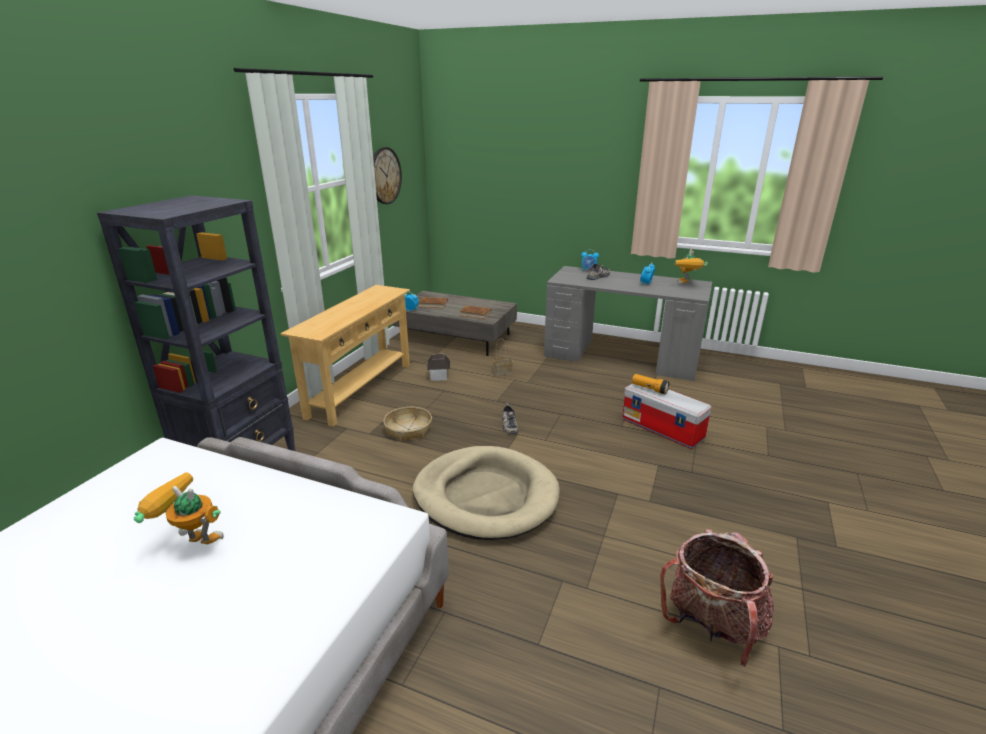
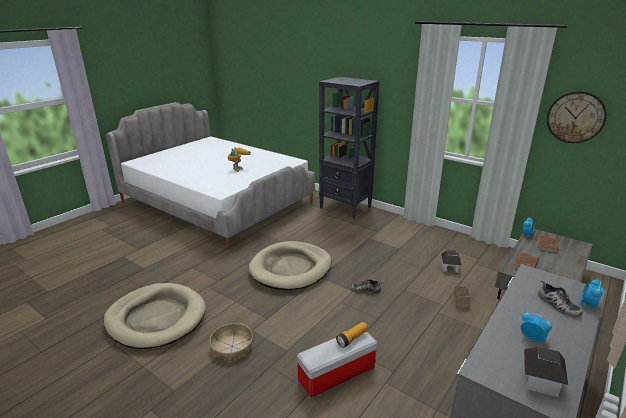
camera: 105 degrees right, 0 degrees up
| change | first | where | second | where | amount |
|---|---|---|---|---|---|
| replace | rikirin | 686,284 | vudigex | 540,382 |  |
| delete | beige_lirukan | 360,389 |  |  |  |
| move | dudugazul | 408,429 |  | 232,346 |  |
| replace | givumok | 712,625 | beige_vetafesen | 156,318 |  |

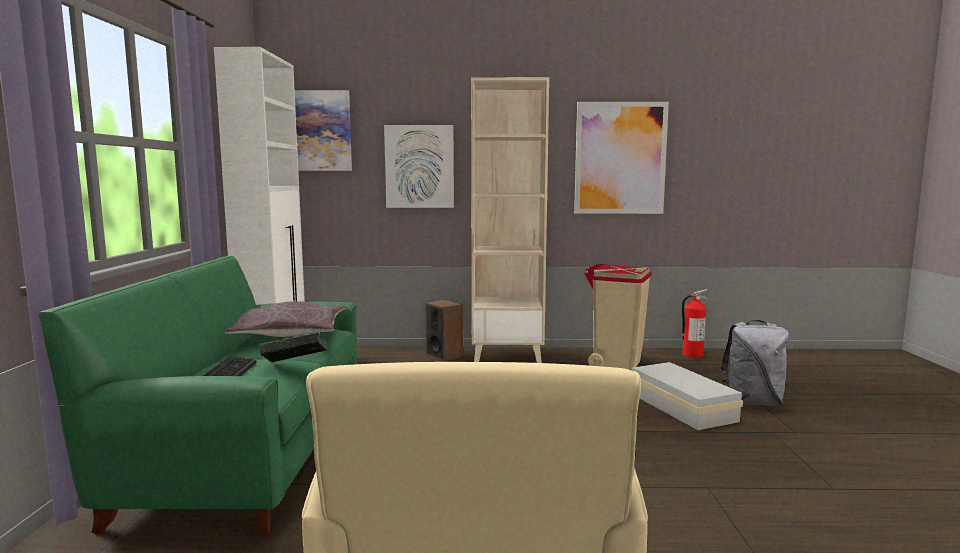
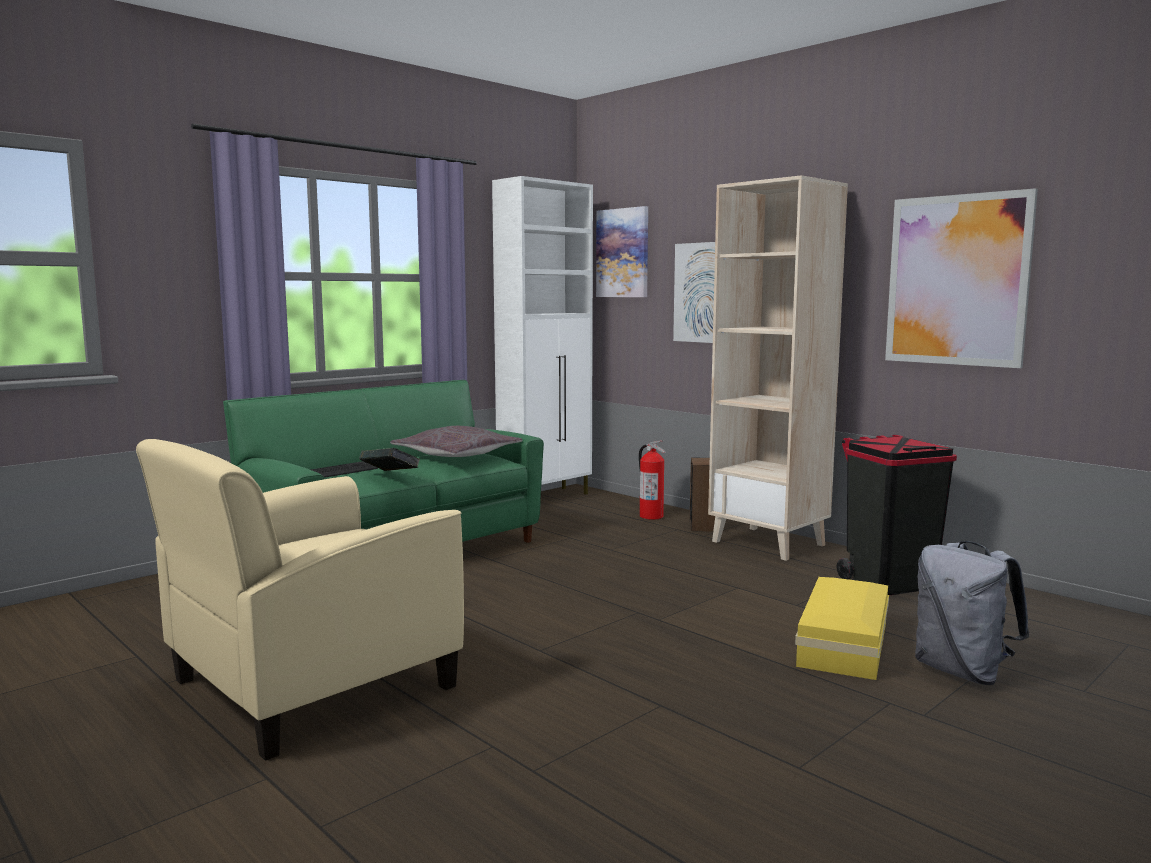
camera: 45 degrees right, 0 degrees up
| change | first | where | second | where | amount |
|---|---|---|---|---|---|
| recolor | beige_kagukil | 616,363 | black_kagukil | 888,582 |  |
| move | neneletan | 692,354 |  | 651,516 |  |
| recolor | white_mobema | 681,406 | yellow_mobema | 846,642 |  |

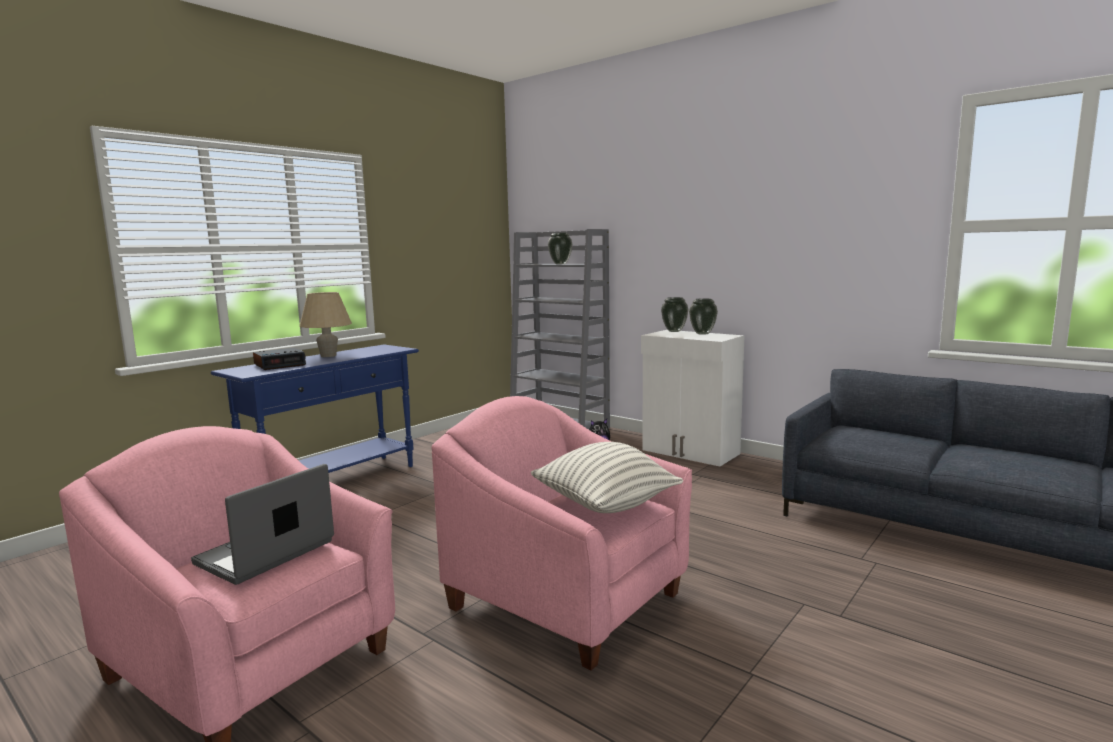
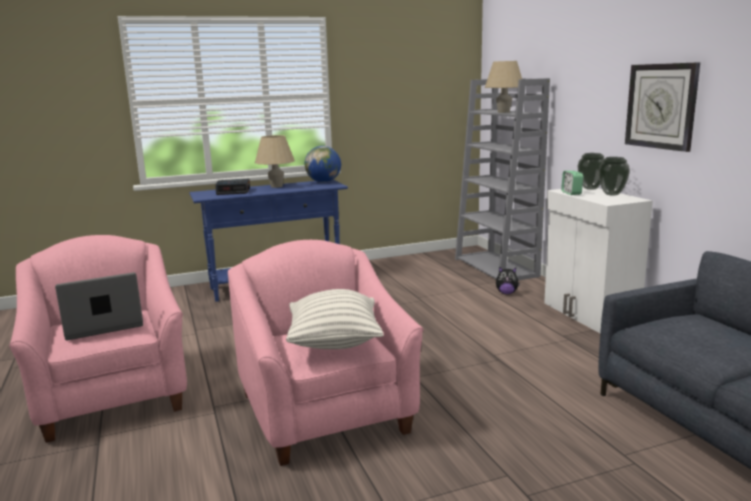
camera: 30 degrees right, 5 degrees up
| change | first | where | second | where | amount |
|---|---|---|---|---|---|
| replace | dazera | 560,264 | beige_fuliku | 503,112 |  |
| insert |  |  | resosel | 661,106 |  |
| insert |  |  | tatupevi | 324,182 |  |
| insert |  |  | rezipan | 571,193 |  |

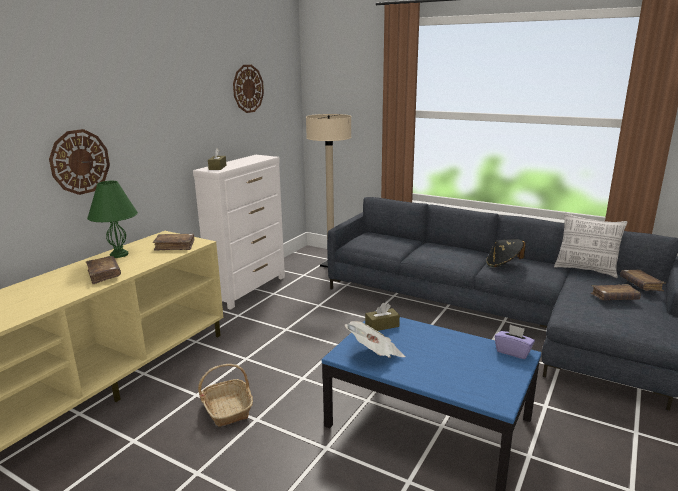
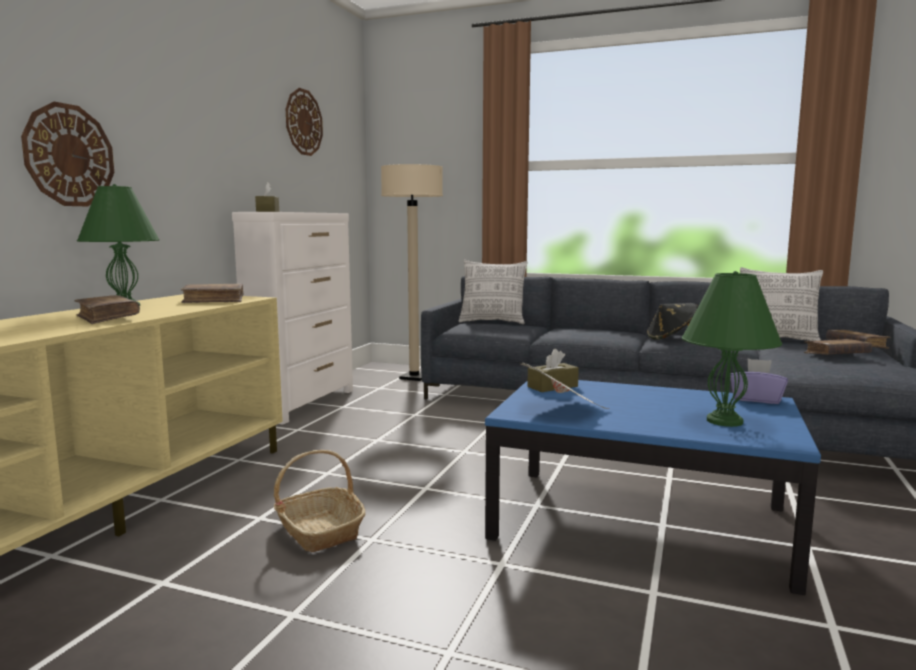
camera: 10 degrees left, 10 degrees down
| change | first | where | second | where | amount |
|---|---|---|---|---|---|
| insert |  |  | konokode | 492,322 |  |
| insert |  |  | green_fuliku | 725,421 |  |

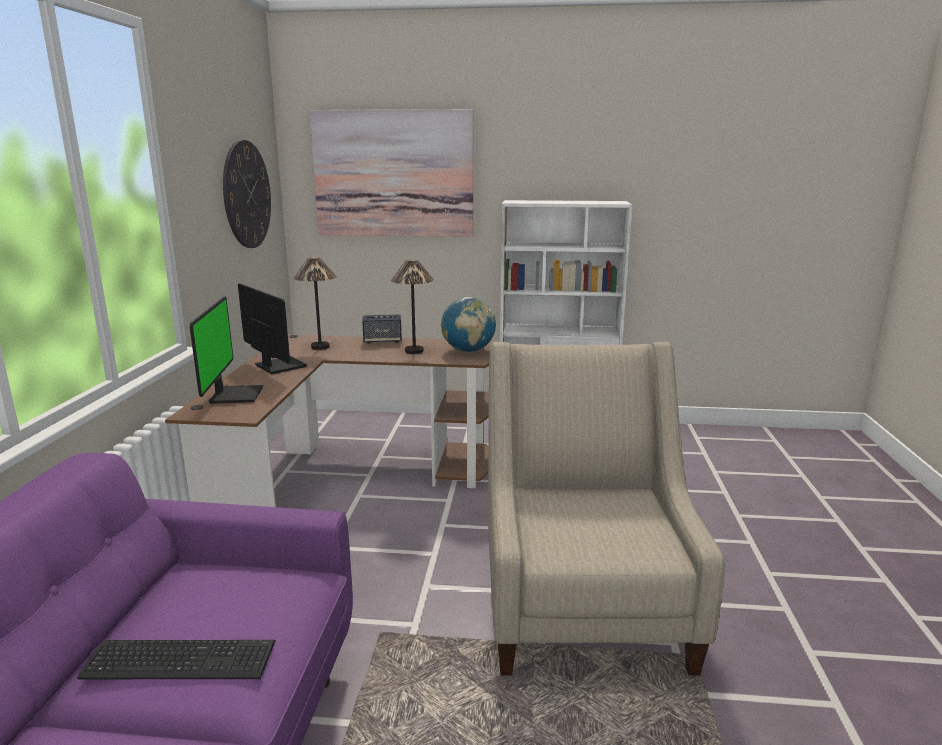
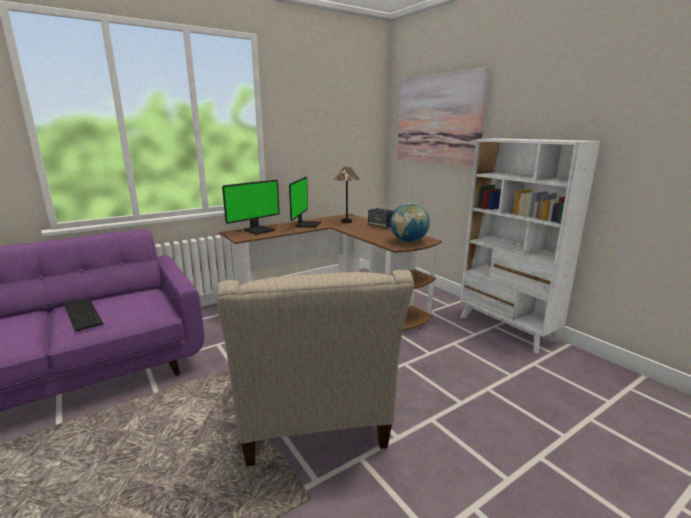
camera: 50 degrees right, 0 degrees up
| change | first | where | second | where | amount |
|---|---|---|---|---|---|
| delete | resosel | 247,195 |  |  |  |
| delete | fuliku | 414,351 |  |  |  |
| rotate | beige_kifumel | 583,607 |  | 314,425 | 120 degrees clockwise |

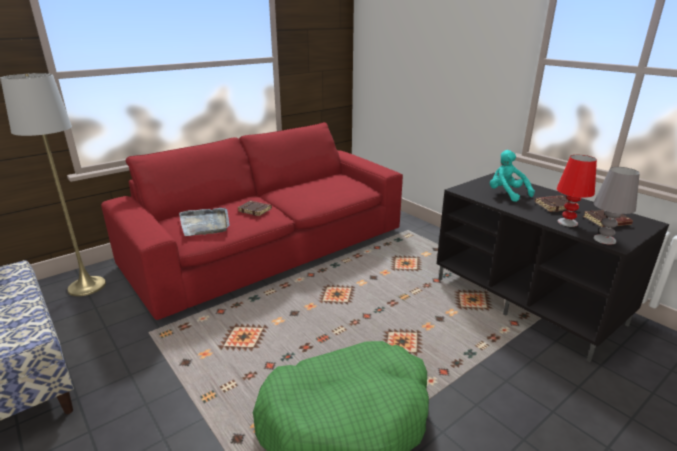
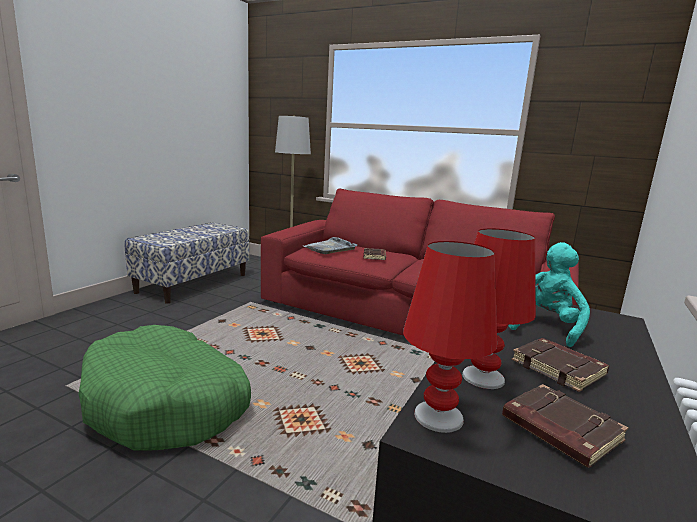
camera: 65 degrees right, 10 degrees down
| change | first | where | second | where | amount |
|---|---|---|---|---|---|
| recolor | grey_fuliku | 604,239 | red_fuliku | 438,416 |  |

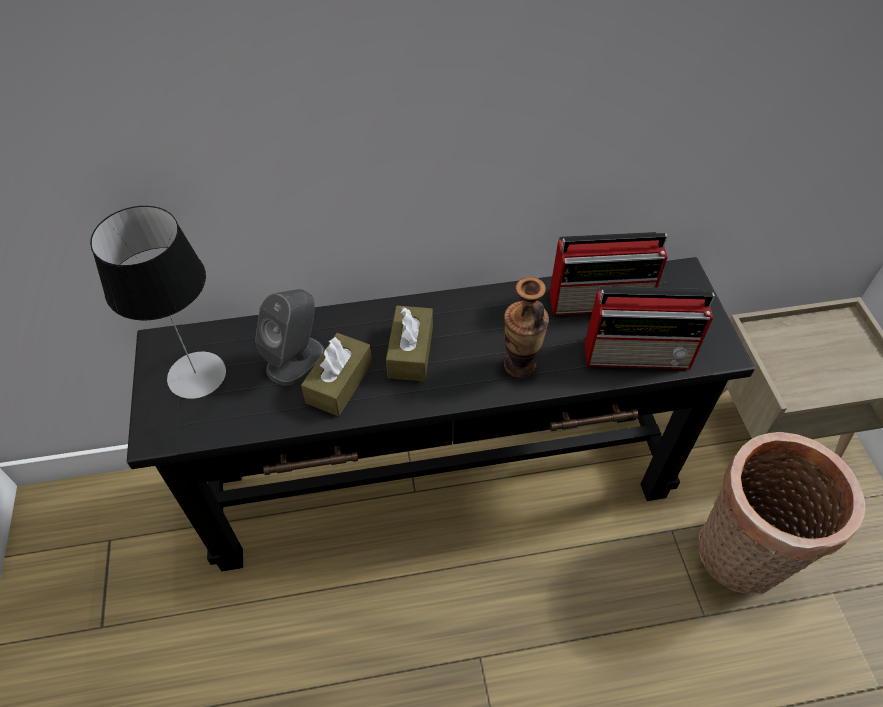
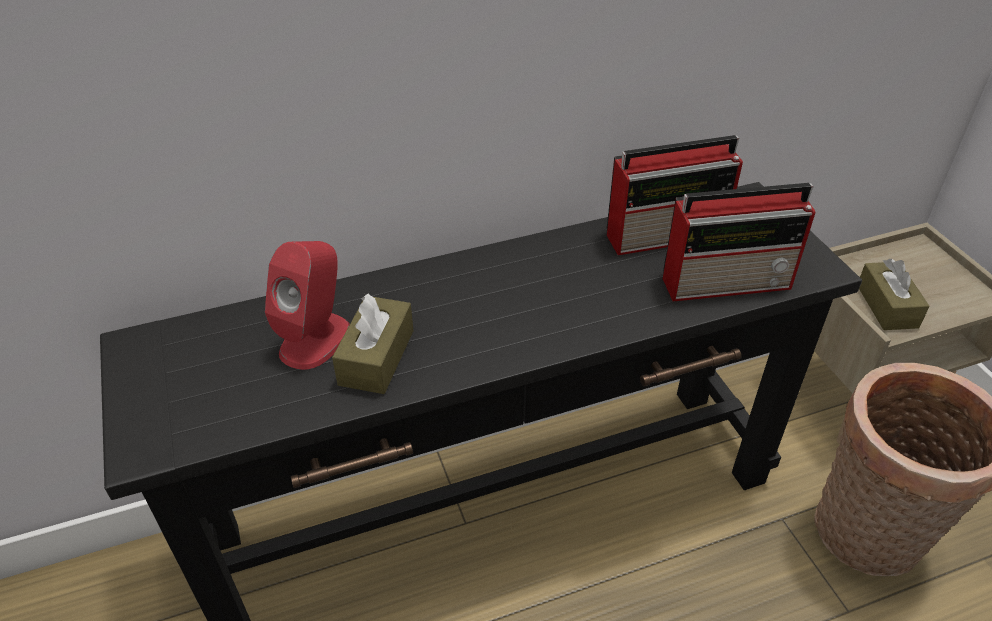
camera: 10 degrees left, 10 degrees down
| change | first | where | second | where | amount |
|---|---|---|---|---|---|
| delete | fuliku | 196,375 |  |  |  |
| delete | dazera | 520,365 |  |  |  |
| recolor | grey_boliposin | 296,360 | red_boliposin | 316,339 |  |
| move | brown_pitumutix | 410,352 |  | 887,306 |  |

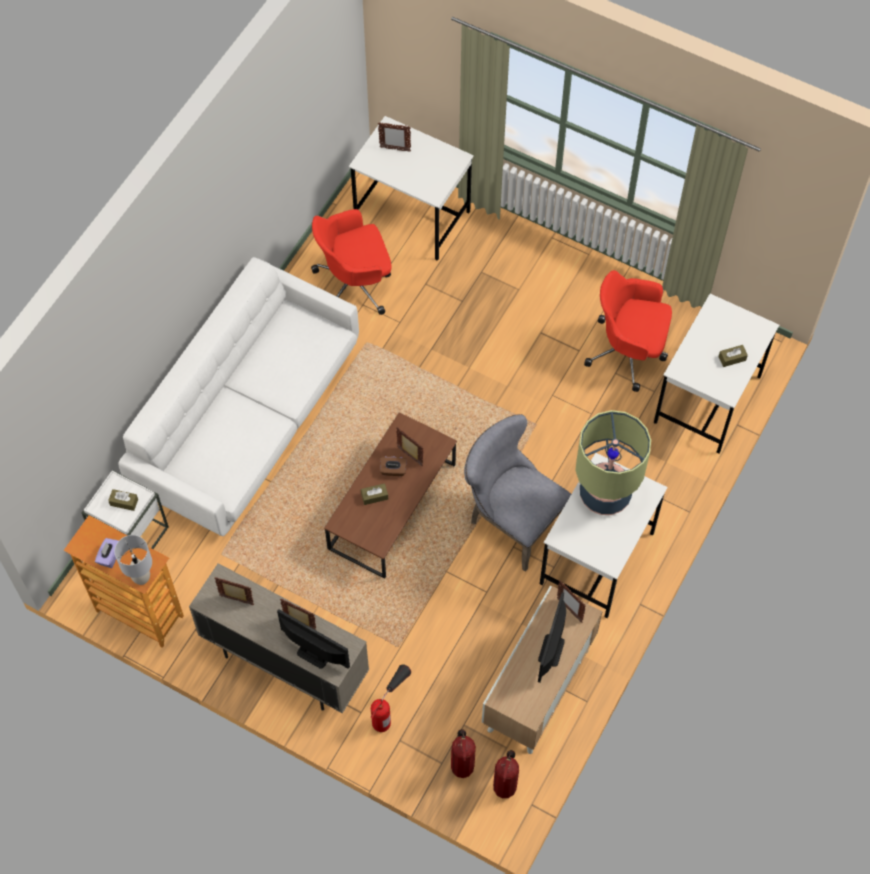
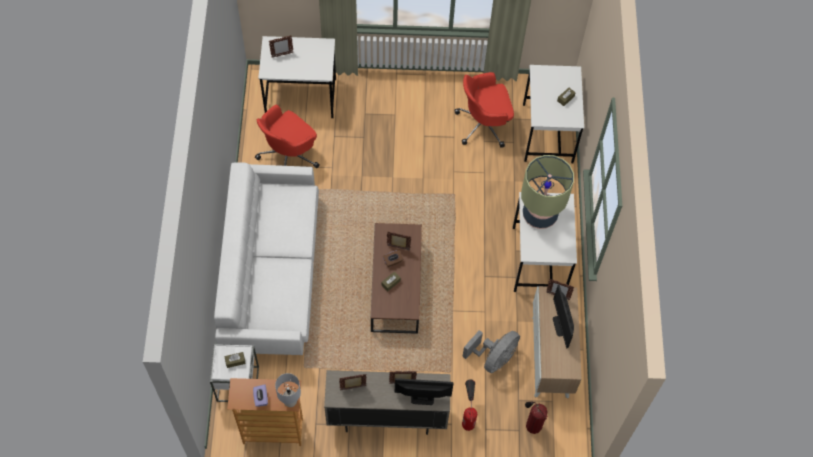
camera: 30 degrees left, 0 degrees up
| change | first | where | second | where | amount |
|---|---|---|---|---|---|
| delete | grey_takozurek | 511,521 |  |  |  |
| delete | neneletan | 504,785 |  |  |  |
| insert |  |  | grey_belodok | 493,358 |  |

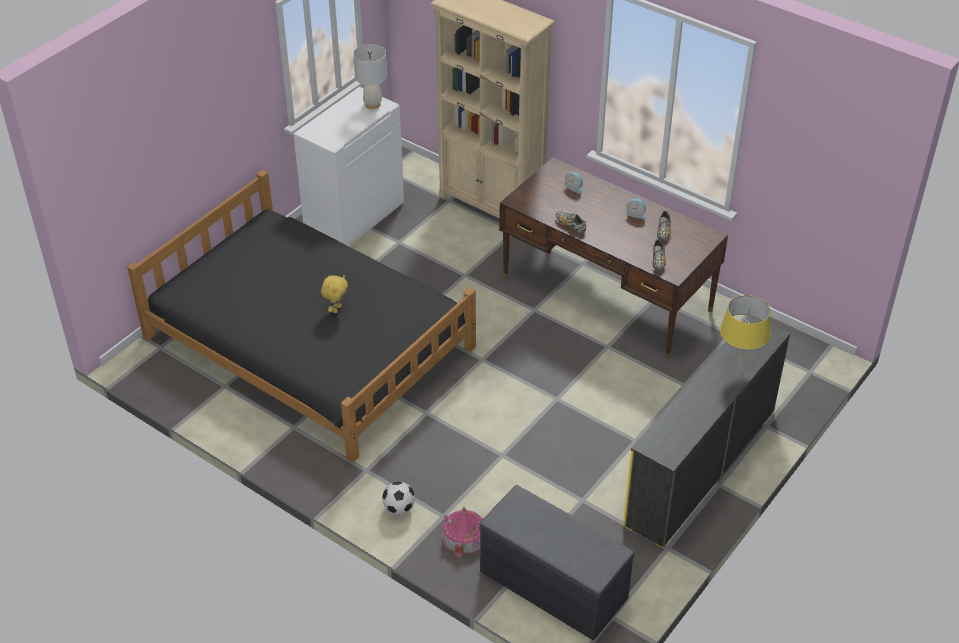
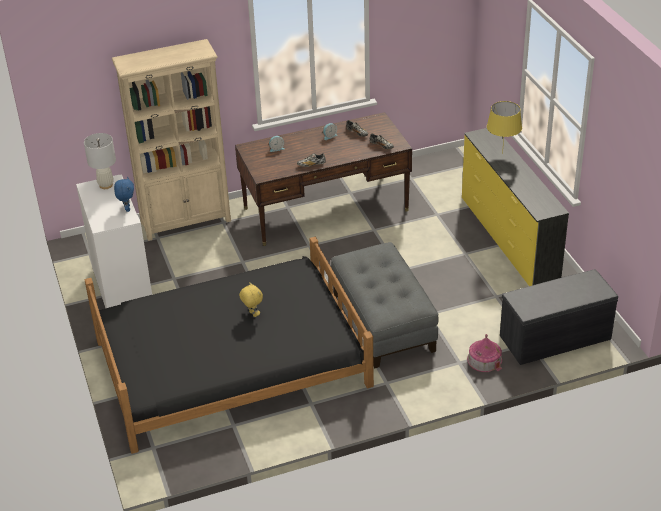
camera: 55 degrees left, 5 degrees down
| change | first | where | second | where | amount |
|---|---|---|---|---|---|
| delete | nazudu | 399,508 |  |  |  |
| insert |  |  | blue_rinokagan | 127,209 |  |
| insert |  |  | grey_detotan | 382,322 |  |

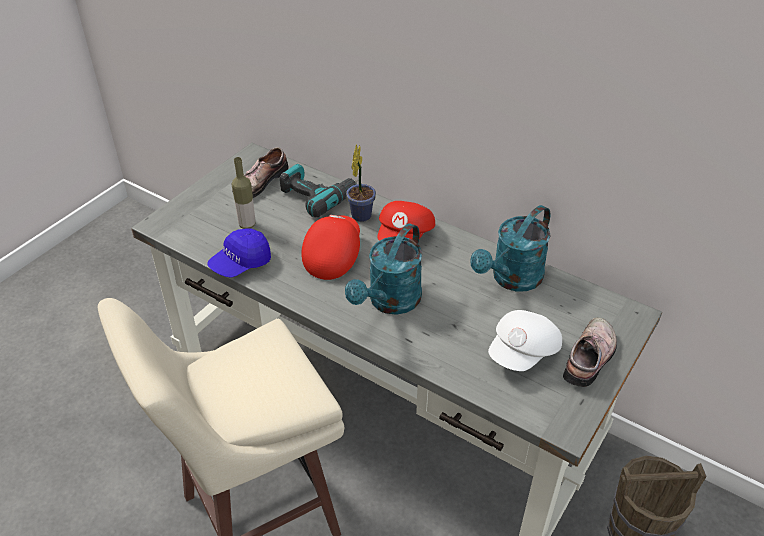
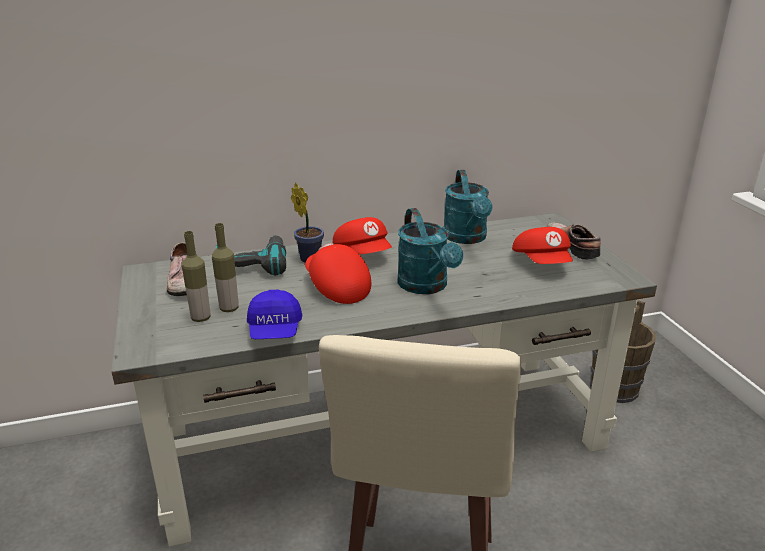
camera: 50 degrees left, 15 degrees down
| change | first | where | second | where | amount |
|---|---|---|---|---|---|
| recolor | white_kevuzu | 523,353 | red_kevuzu | 542,263 |  |
| insert |  |  | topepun | 201,318 |  |

